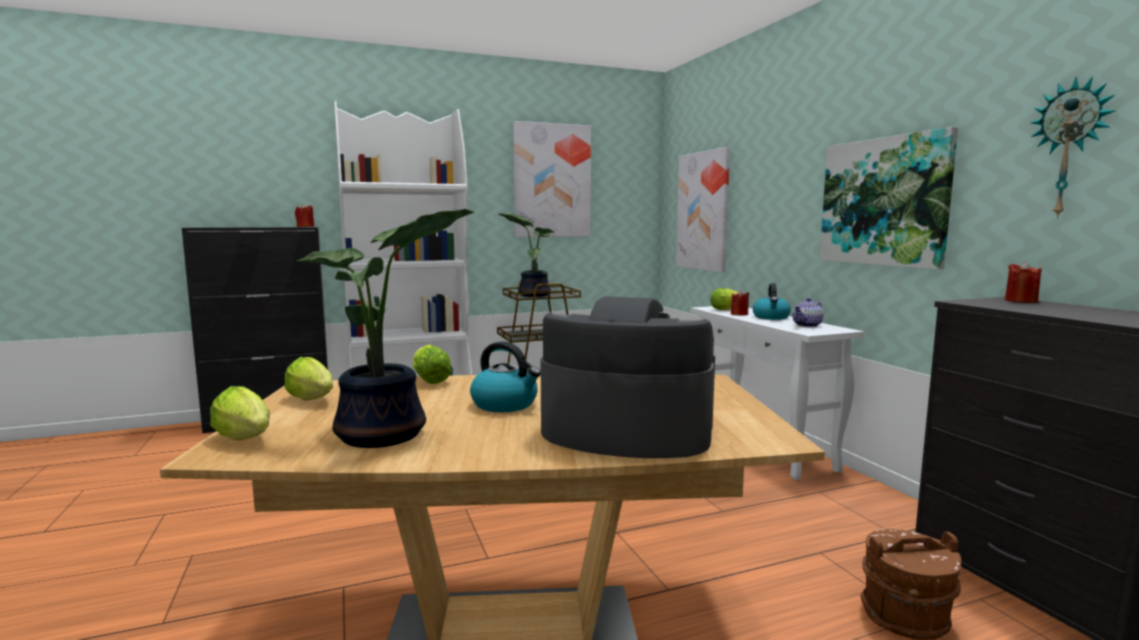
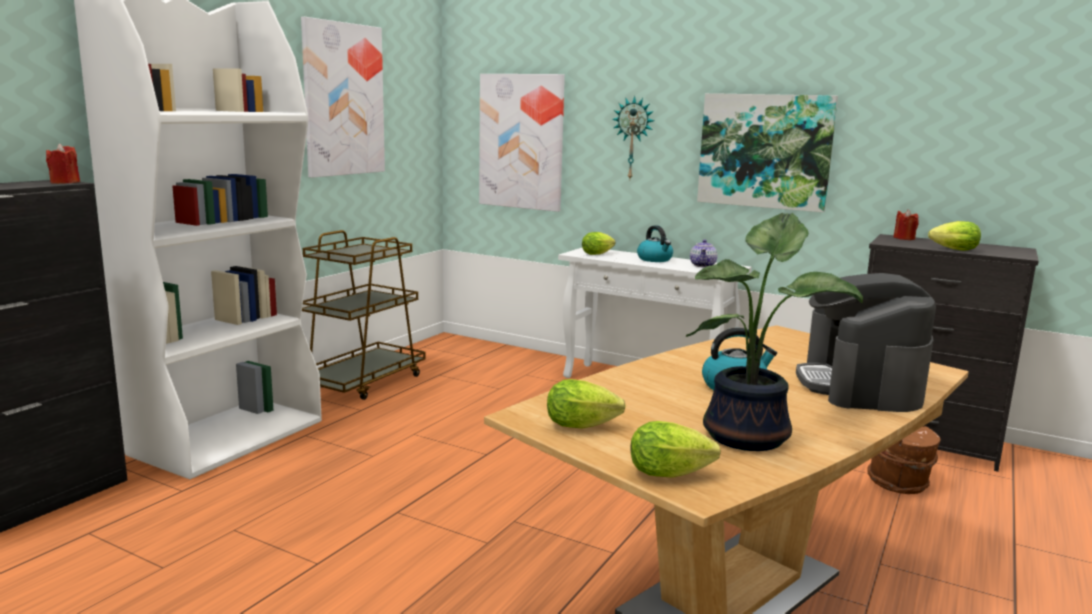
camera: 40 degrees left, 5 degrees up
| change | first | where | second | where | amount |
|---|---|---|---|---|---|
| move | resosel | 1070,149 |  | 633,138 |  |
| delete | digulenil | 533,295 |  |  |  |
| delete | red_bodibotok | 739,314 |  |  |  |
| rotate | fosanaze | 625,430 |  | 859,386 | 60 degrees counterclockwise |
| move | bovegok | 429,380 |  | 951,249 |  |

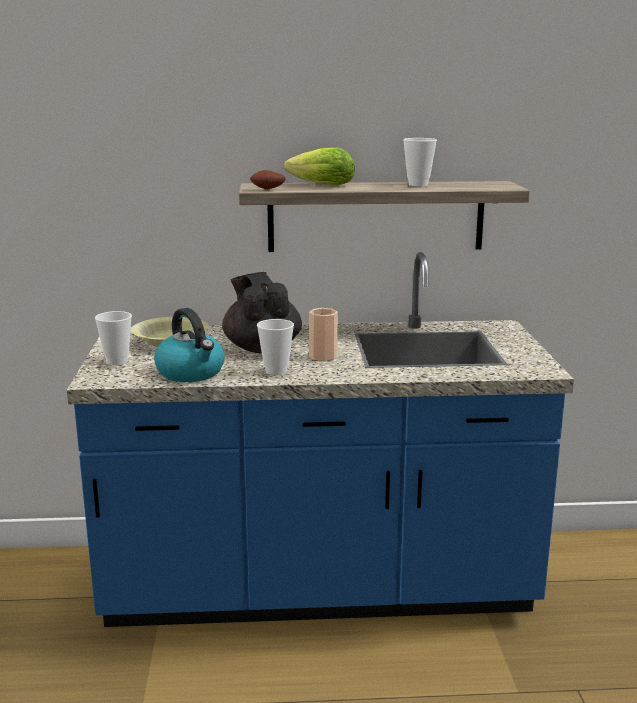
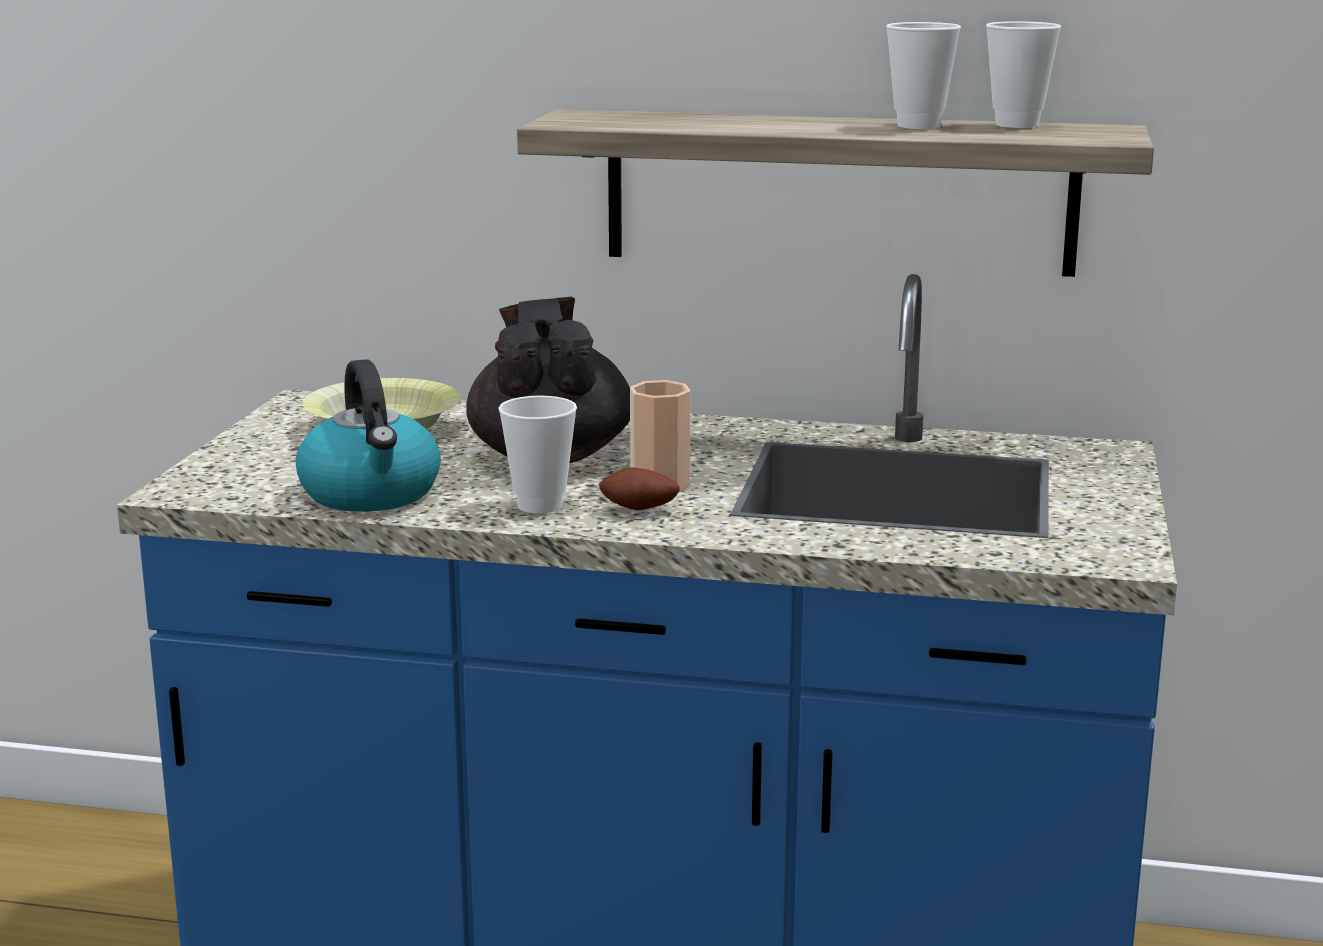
camera: 15 degrees right, 0 degrees up
| change | first | where | second | where | amount |
|---|---|---|---|---|---|
| delete | bovegok | 318,185 |  |  |  |
| move | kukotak | 268,189 |  | 639,510 |  |
| move | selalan | 117,361 |  | 1017,124 |  |

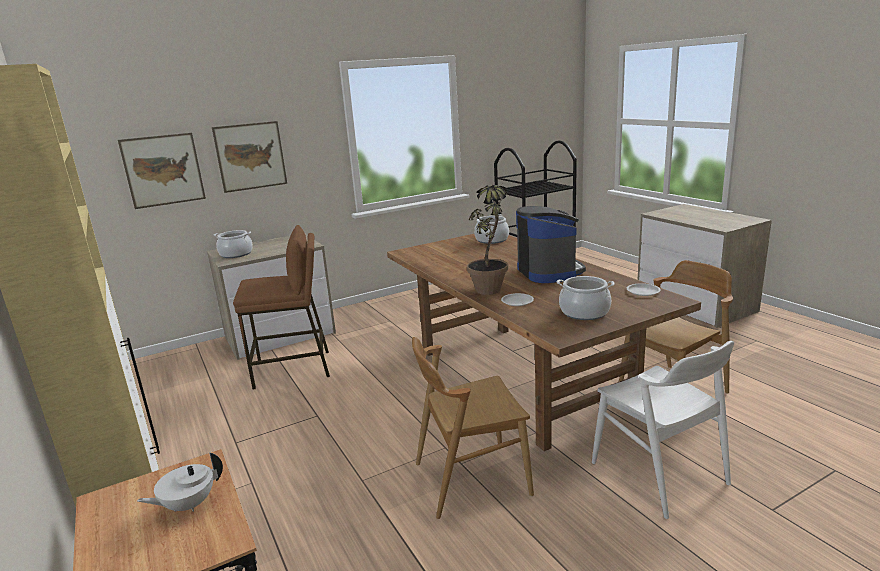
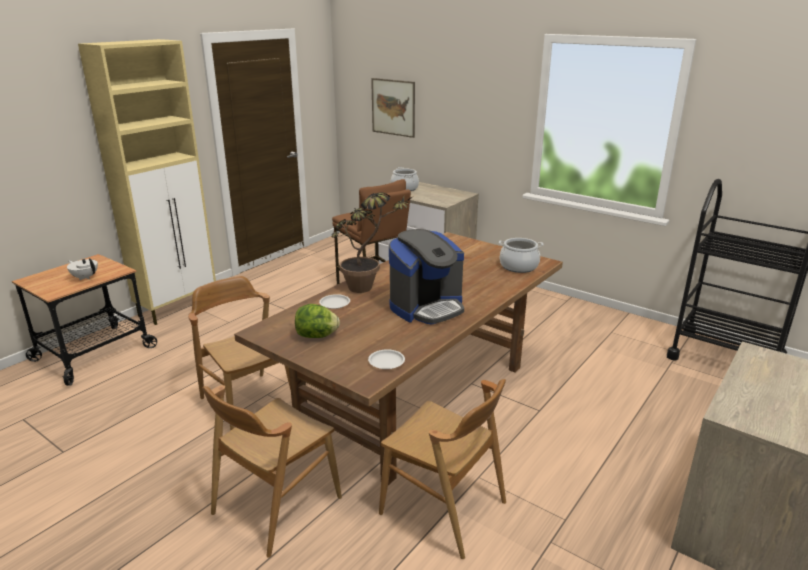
camera: 65 degrees right, 5 degrees up
| change | first | where | second | where | amount |
|---|---|---|---|---|---|
| delete | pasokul | 250,156 |  |  |  |
| replace | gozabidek | 584,312 | bovegok | 317,336 |  |
| recolor | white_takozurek | 659,473 | brown_takozurek | 276,505 |  |

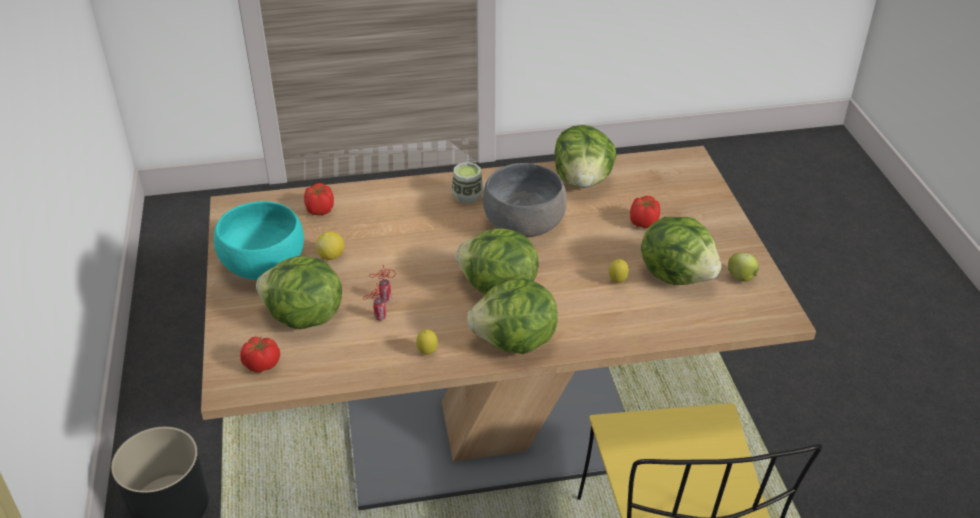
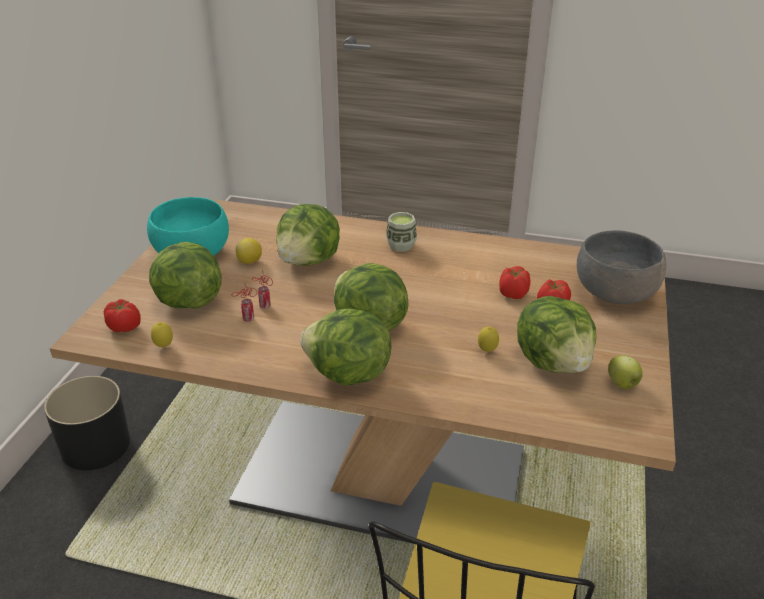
camera: 25 degrees right, 5 degrees down
| change | first | where | second | where | amount |
|---|---|---|---|---|---|
| move | bovegok | 583,181 |  | 309,261 |  |
| move | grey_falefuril | 524,225 |  | 615,293 |  |
| move | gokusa | 319,210 |  | 512,294 |  |
| move | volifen | 427,353 |  | 164,346 |  |

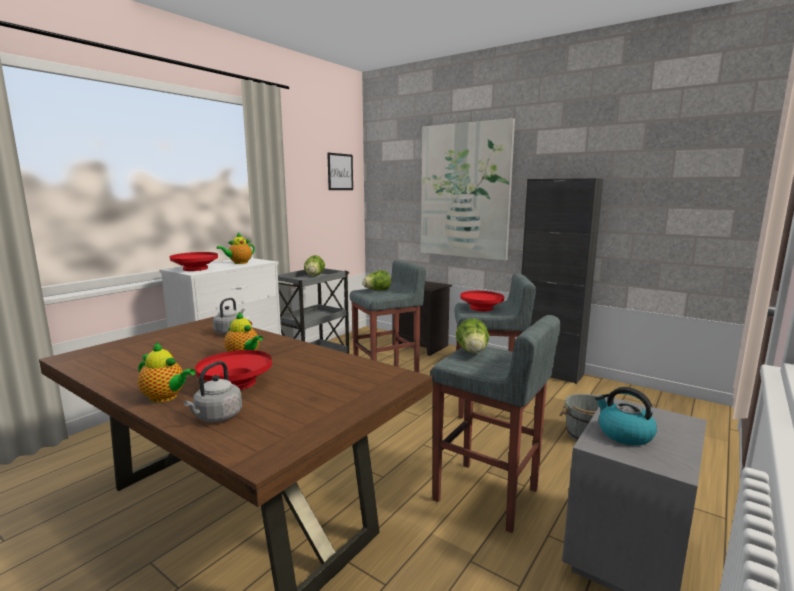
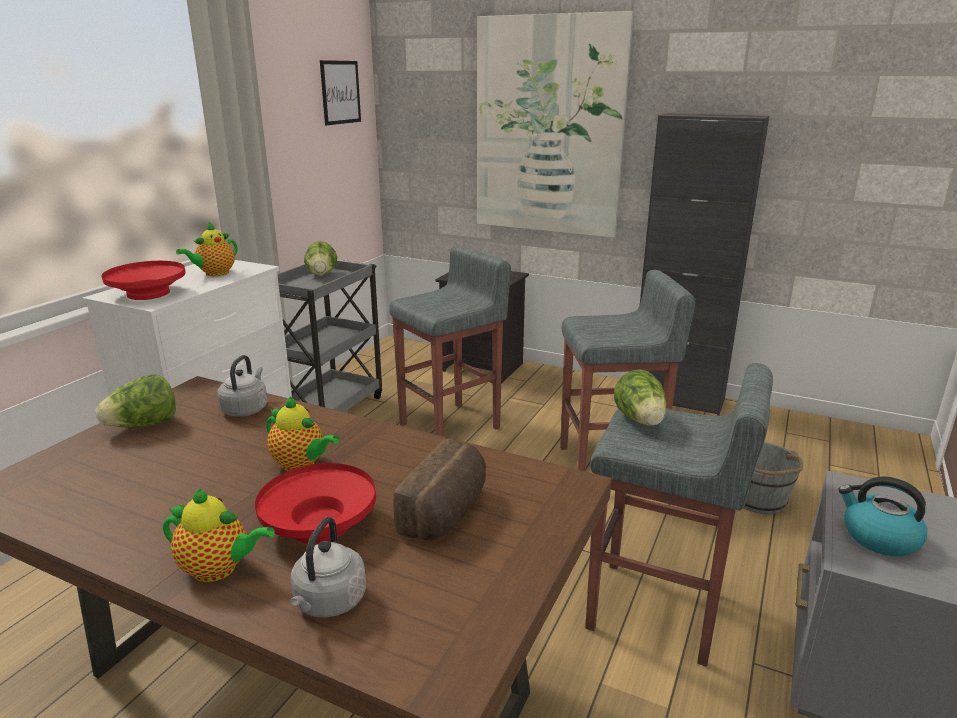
camera: 10 degrees left, 10 degrees up
| change | first | where | second | where | amount |
|---|---|---|---|---|---|
| move | bovegok | 377,290 |  | 144,425 |  |
| delete | red_falefuril | 481,308 |  |  |  |
| insert |  |  | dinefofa | 447,512 |  |

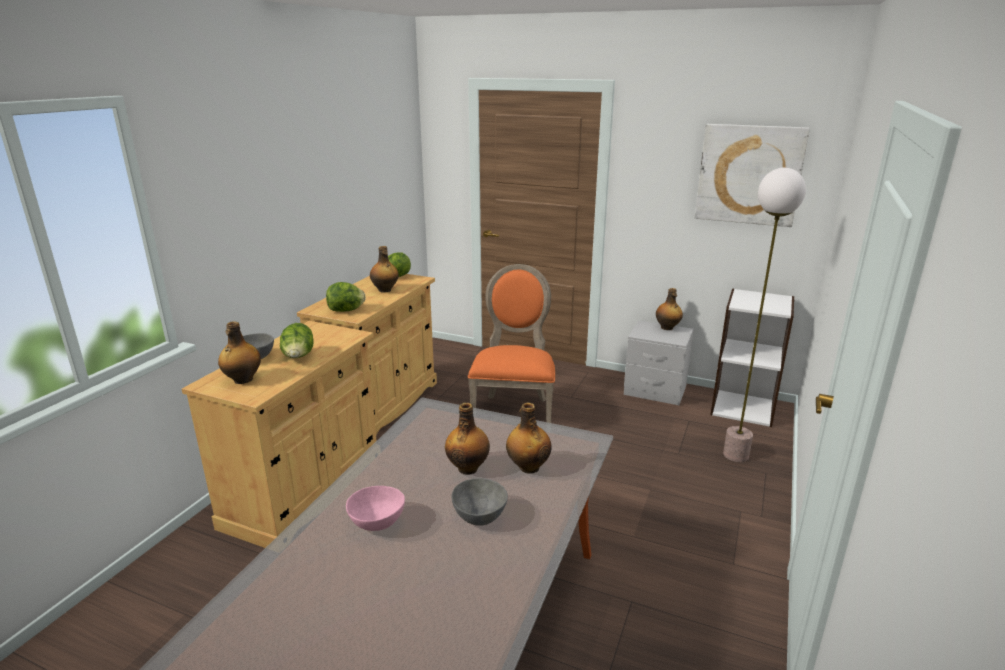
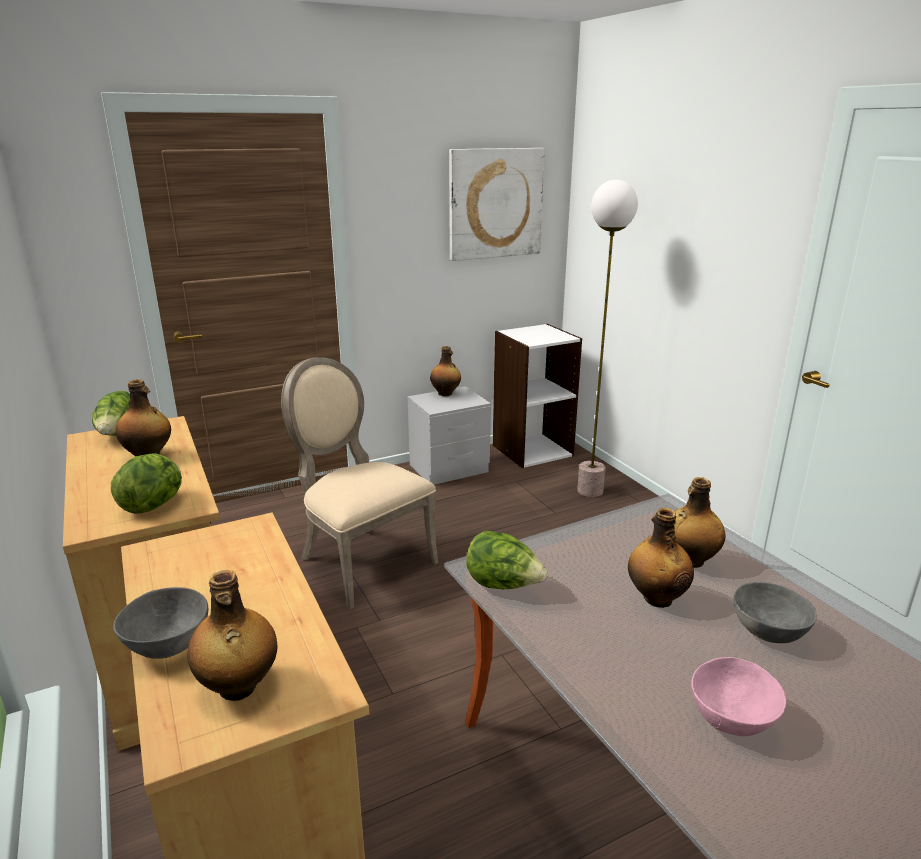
camera: 50 degrees left, 0 degrees up
| change | first | where | second | where | amount |
|---|---|---|---|---|---|
| recolor | orange_takozurek | 514,413 | beige_takozurek | 361,560 |  |
| move | bovegok | 299,358 |  | 503,585 |  |

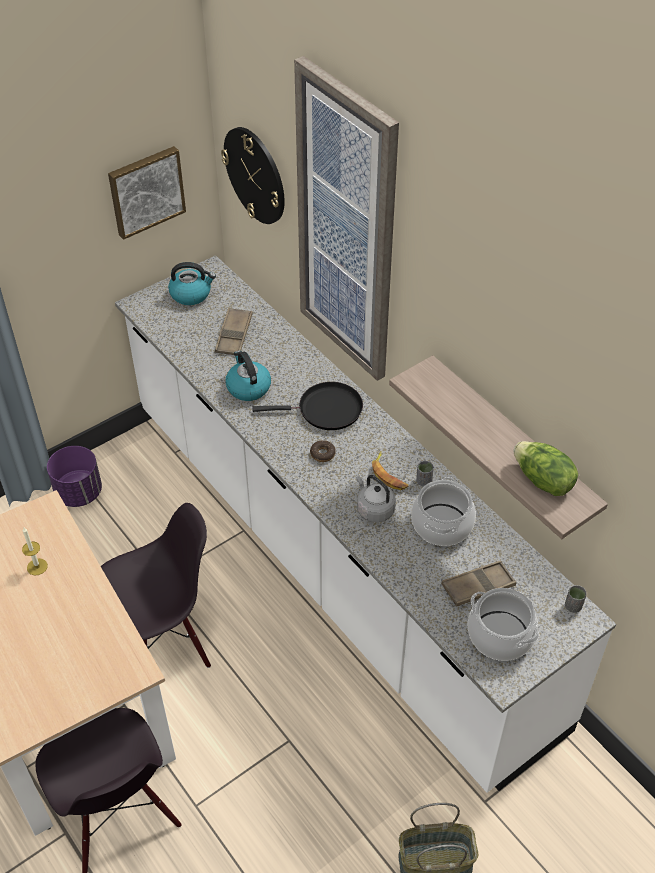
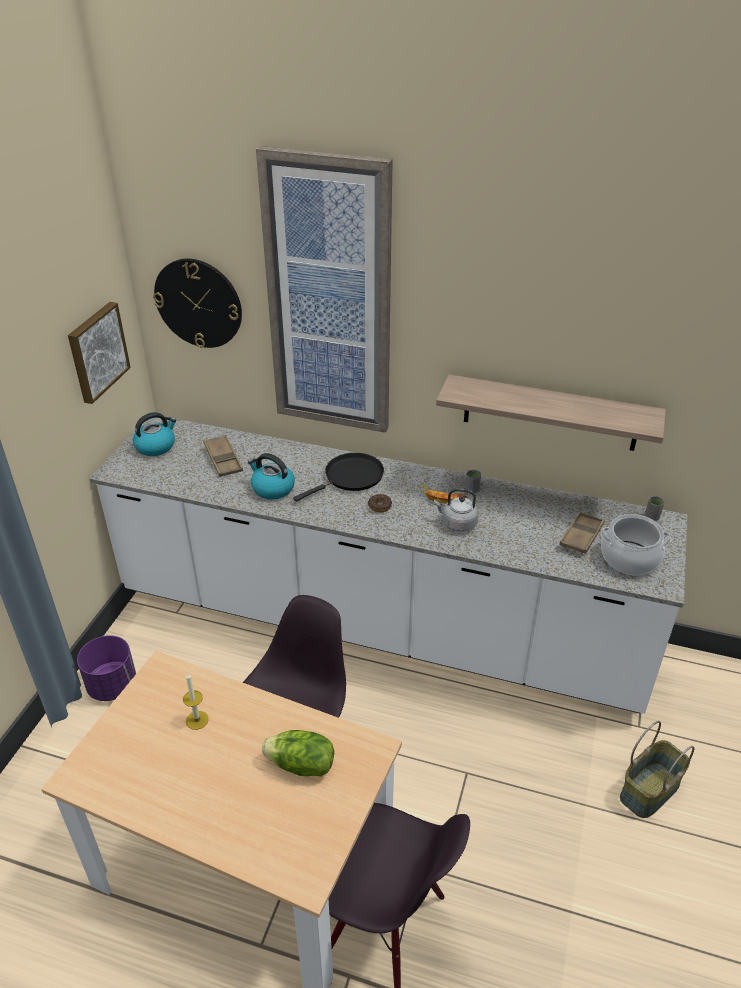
camera: 35 degrees left, 10 degrees down
| change | first | where | second | where | amount |
|---|---|---|---|---|---|
| move | bovegok | 542,481 |  | 301,766 |  |
| delete | gozabidek | 442,525 |  |  |  |

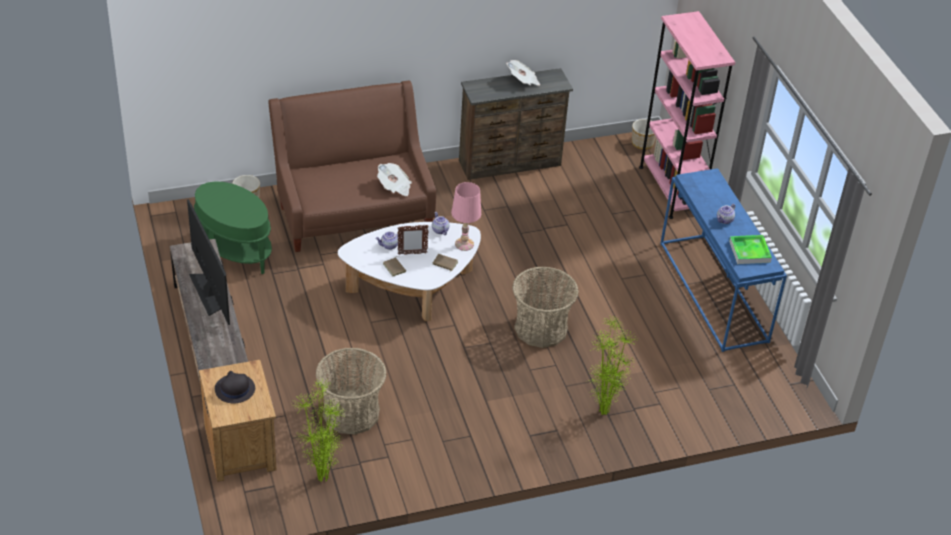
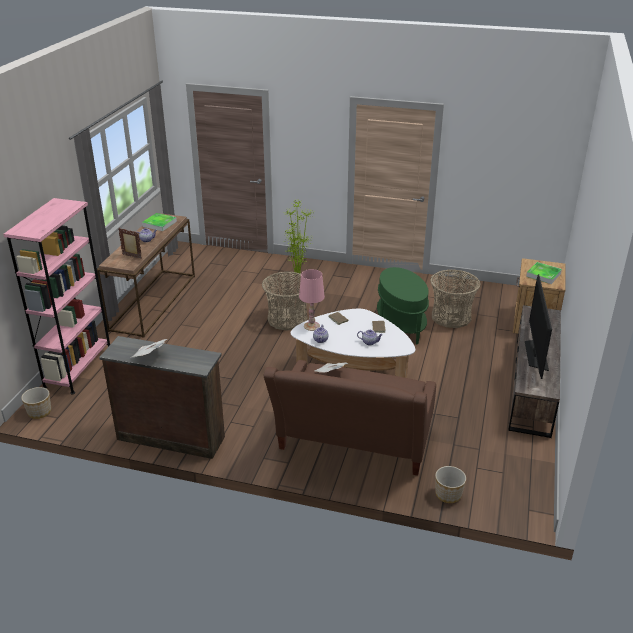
camera: 145 degrees left, 10 degrees down
| change | first | where | second | where | amount |
|---|---|---|---|---|---|
| recolor | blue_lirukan | 714,292 | brown_lirukan | 153,302 |  |
| move | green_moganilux | 234,252 |  | 400,326 |  |
| move | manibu | 412,253 |  | 132,256 |  |
| replace | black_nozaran | 234,389 | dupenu | 543,275 |  |
| delete | digulenil | 322,477 |  |  |  |

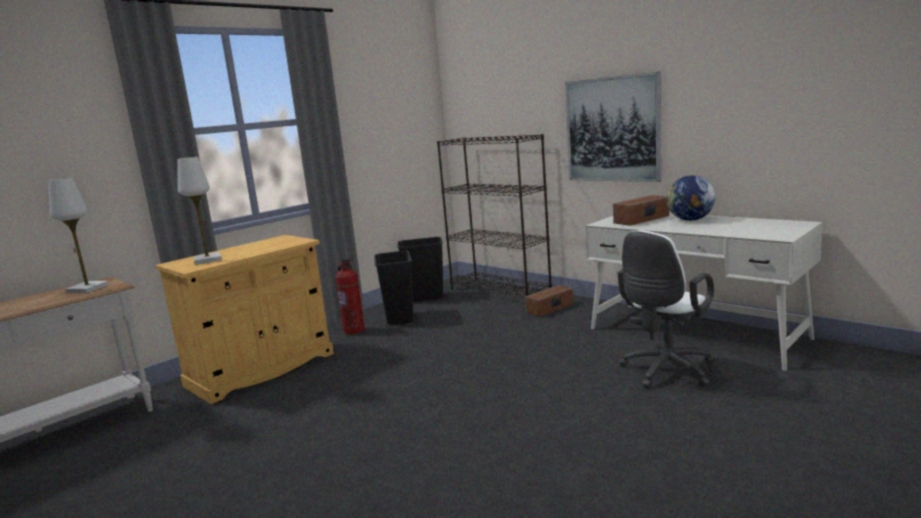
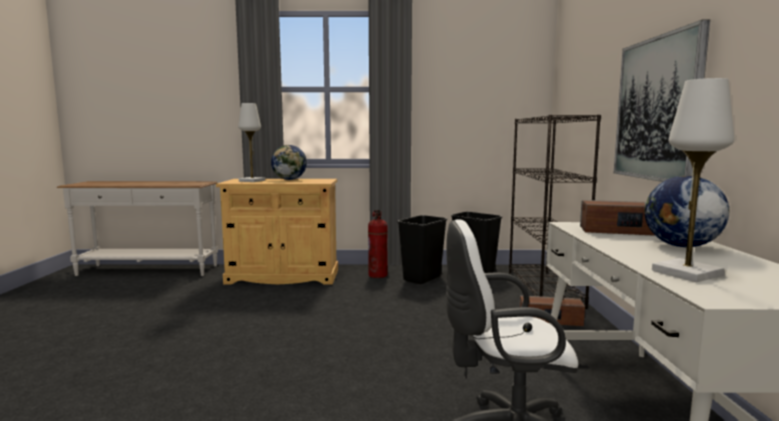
camera: 45 degrees right, 5 degrees down
| change | first | where | second | where | amount |
|---|---|---|---|---|---|
| move | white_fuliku | 88,289 |  | 687,273 |  |
| insert |  |  | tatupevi | 289,179 |  |

